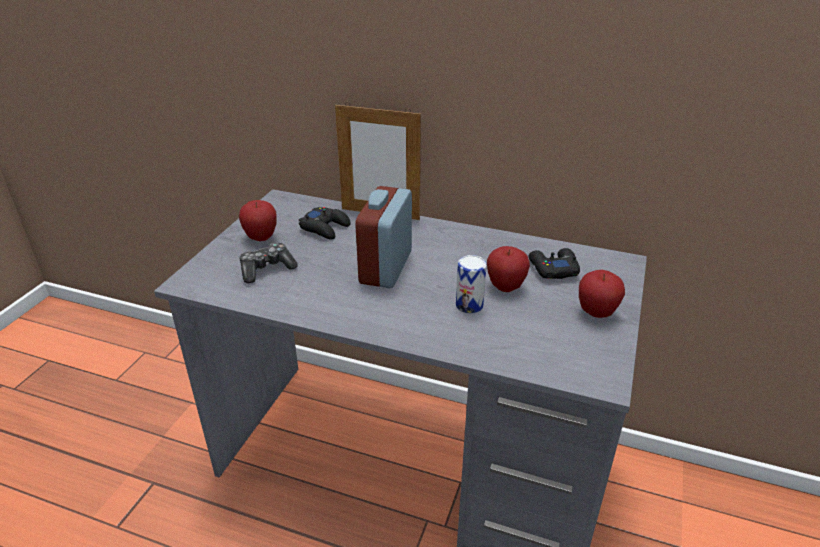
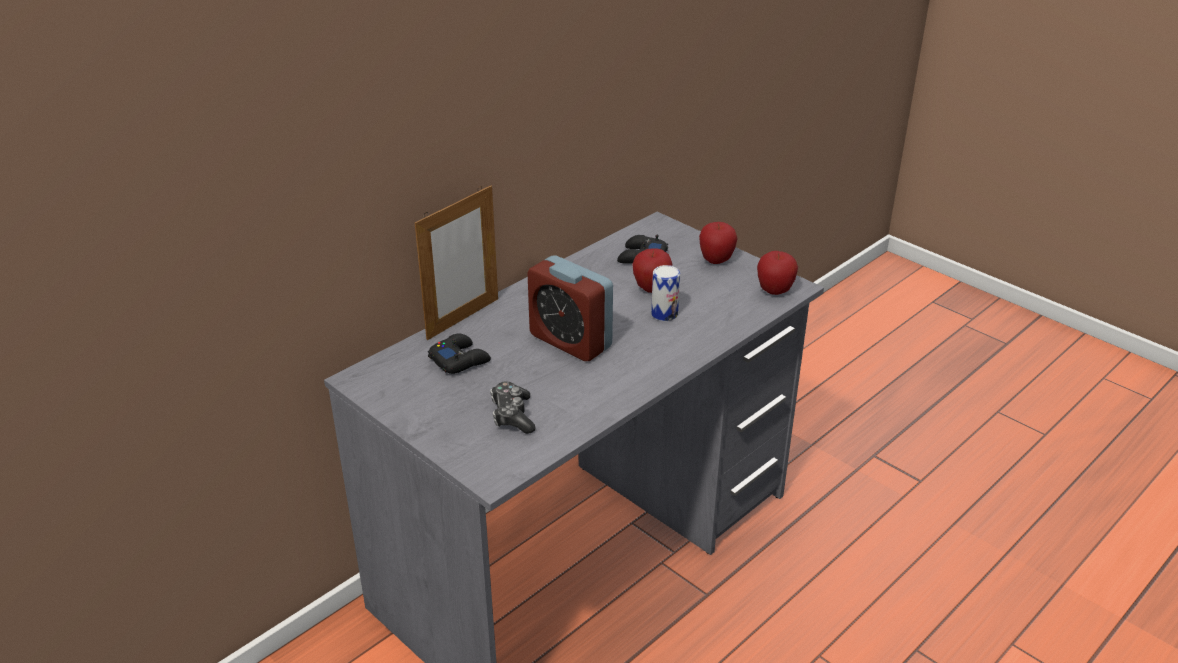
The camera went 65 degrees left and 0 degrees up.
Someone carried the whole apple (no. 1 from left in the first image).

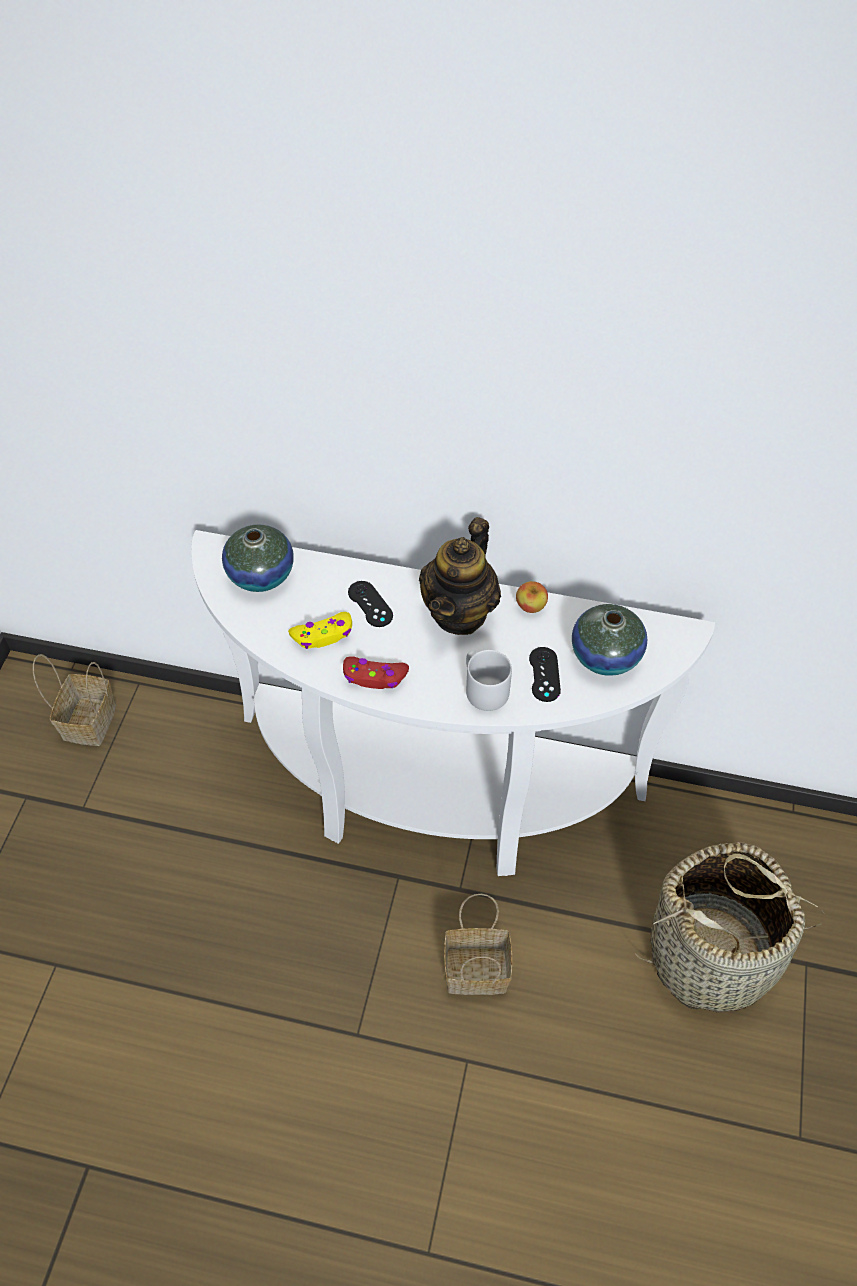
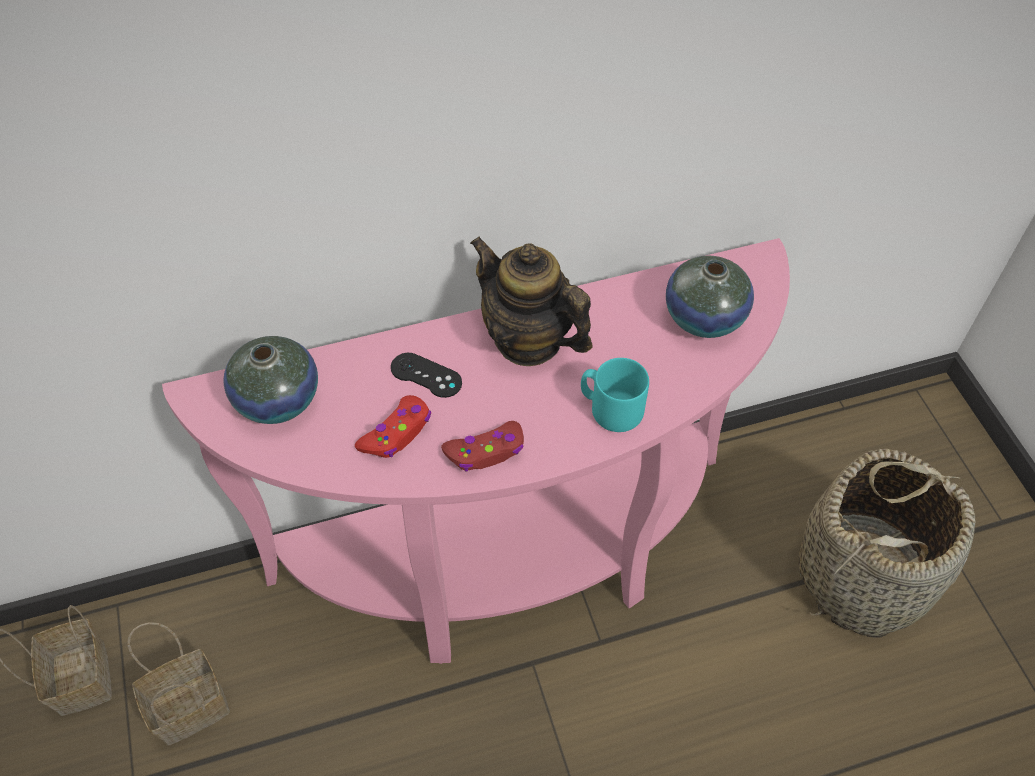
The camera went 30 degrees left and 0 degrees up.
Someone rotated the teapot by 135 degrees clockwise.
Someone repainted the hall table (white-coloured), which became the hall table (pink-coloured).
Someone took away the whole apple.
Someone repainted the joypad (yellowish), which became the joypad (red) (no. 1 from left).
Someone took away the joypad (black-coloured) (no. 2 from left).
Someone repainted the mug (gray), which became the mug (turquoise).
Someone carried the household basket (no. 2 from left).

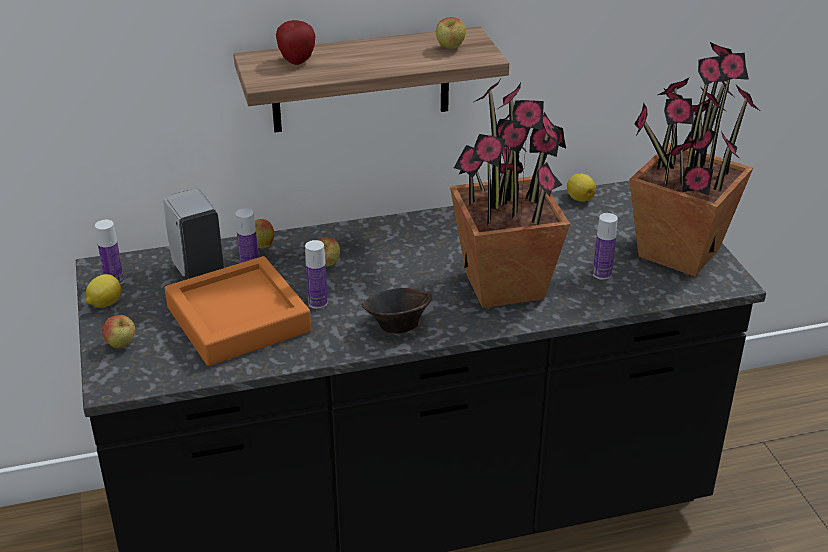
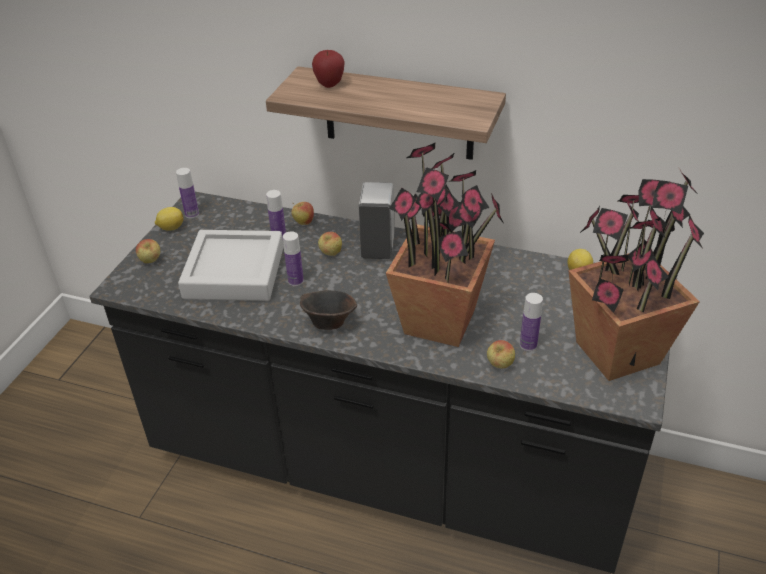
The camera went 35 degrees right and 5 degrees up.
Someone carried the whole apple (no. 5 from left).
Someone carried the soap dispenser (white-coloured).
Someone repainted the carrying tray (orange-coloured), which became the carrying tray (gray).

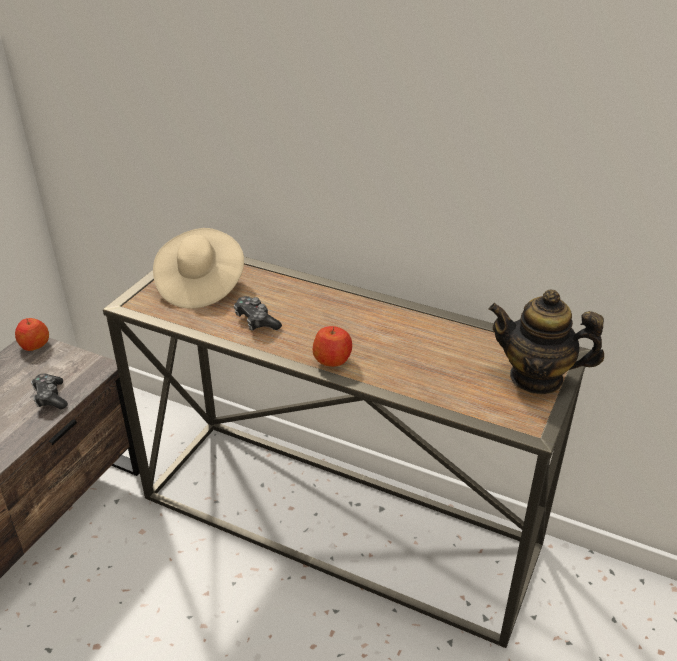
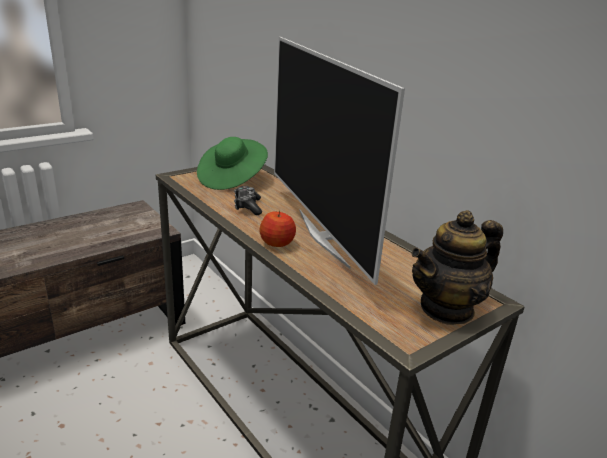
The camera went 25 degrees right and 10 degrees down.
Someone repainted the wearable hat (beige), which became the wearable hat (greenish).
Someone rotated the teapot by 75 degrees counterclockwise.
Someone took away the whole apple (no. 1 from left).
Someone took away the joypad (no. 1 from left).
Someone put down the TV.

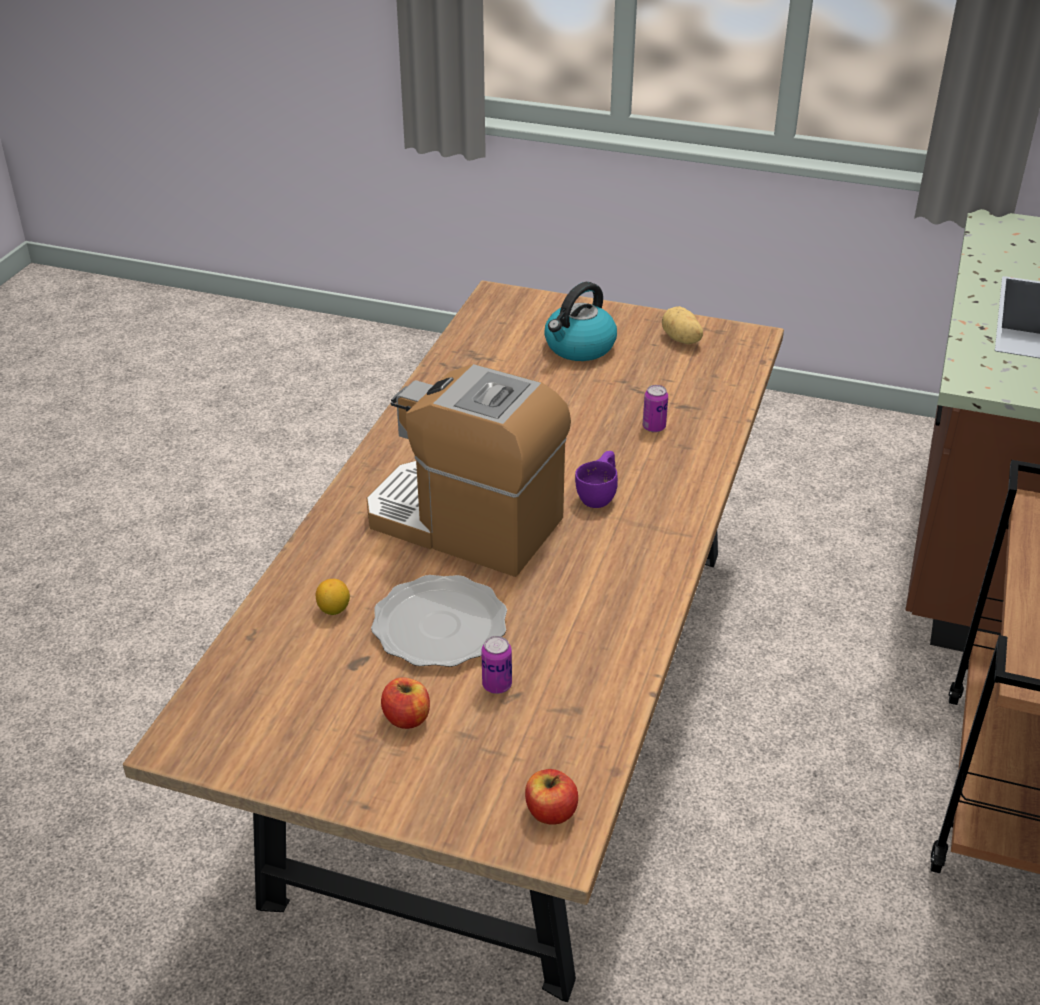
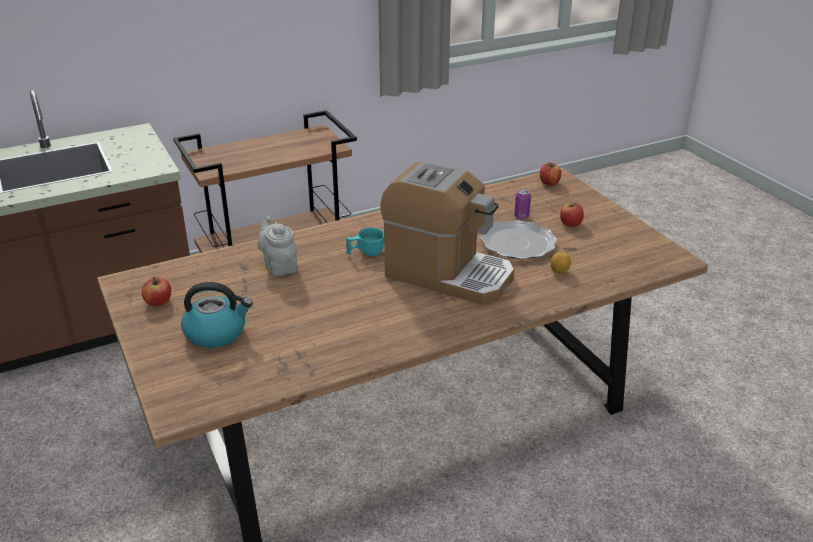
The camera went 135 degrees left and 5 degrees down.
Someone swapped the whole potato for the whole apple (no. 1 from left).
Someone rotated the coffee maker by 45 degrees counterclockwise.
Someone swapped the can (no. 2 from left) for the teapot (gray).
Someone repainted the small cup (purplish), which became the small cup (turquoise).

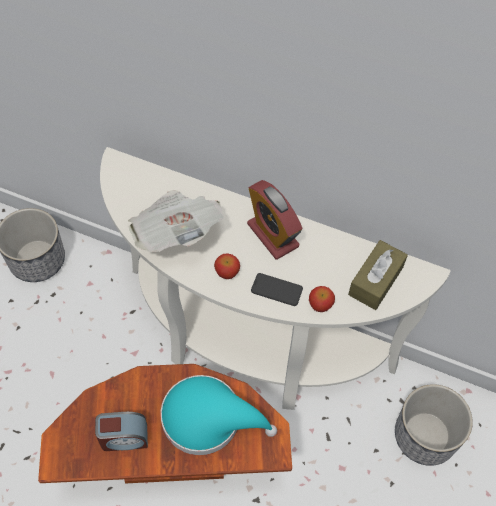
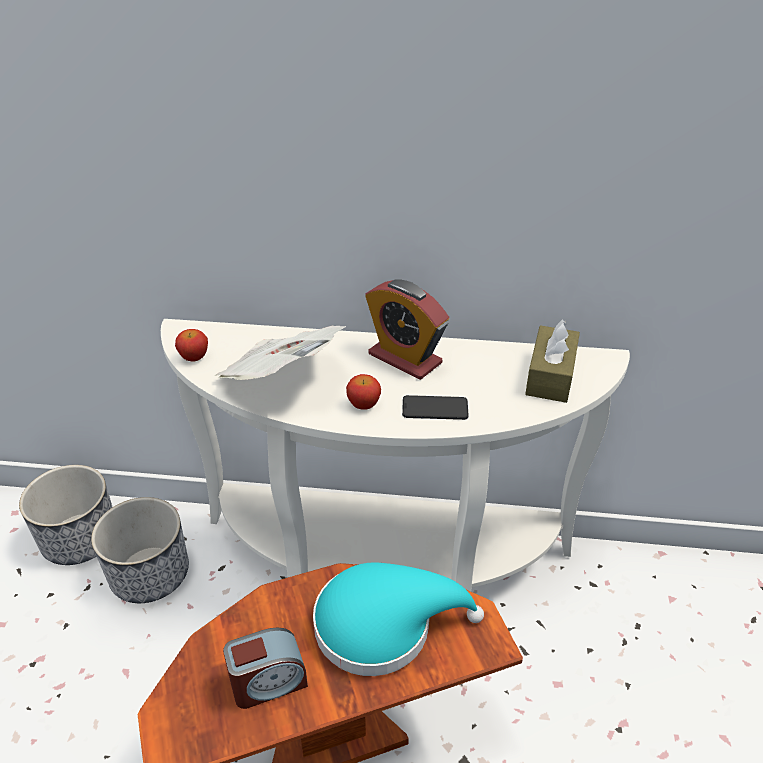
The camera went 15 degrees left and 20 degrees down.
Someone carried the whole apple (no. 2 from left in the first image).
Someone carried the planter (no. 2 from left).

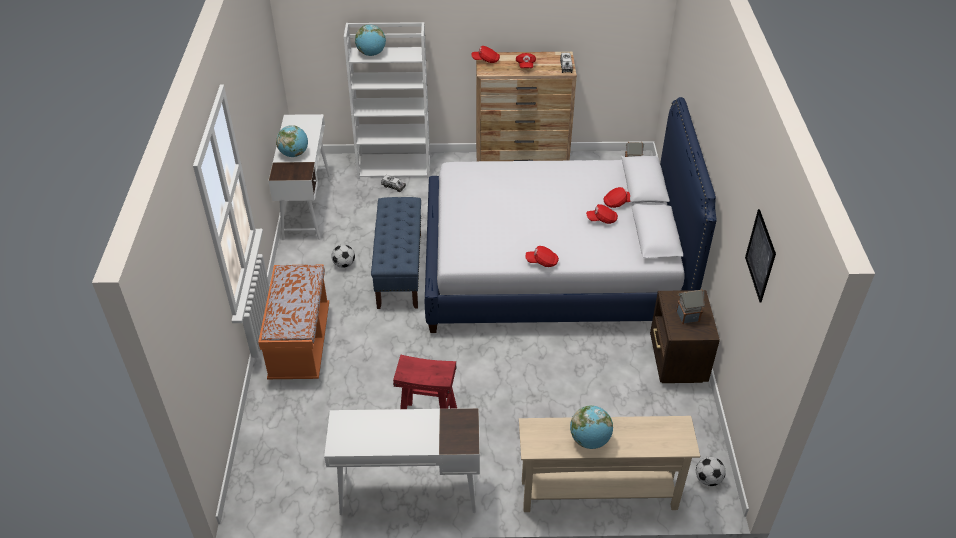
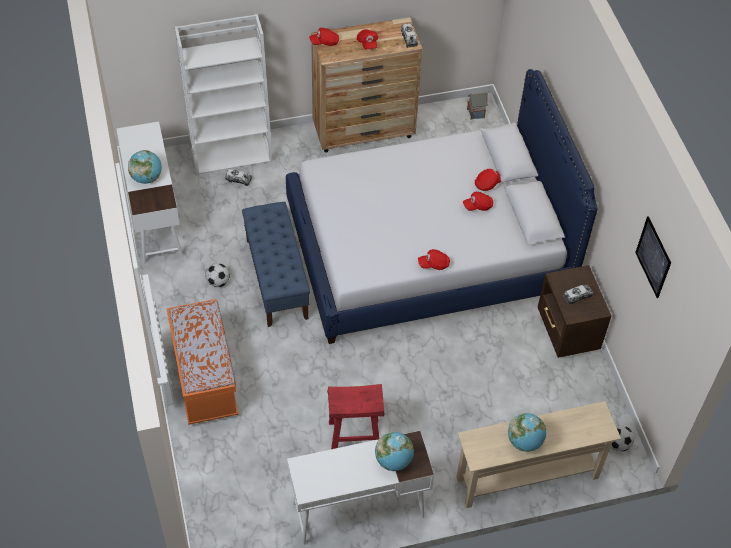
The camera went 15 degrees left and 10 degrees up.
Someone carried the desk globe (no. 2 from left).
Someone swapped the toy house (no. 2 from left) for the model truck (no. 3 from left).

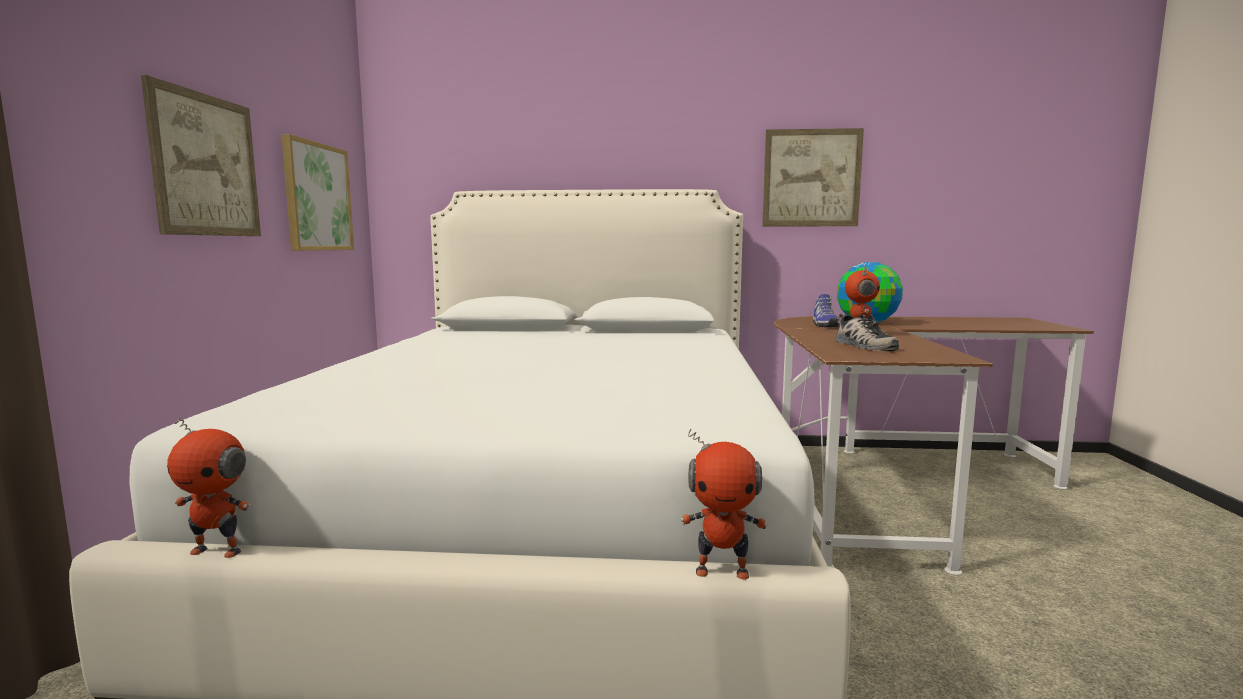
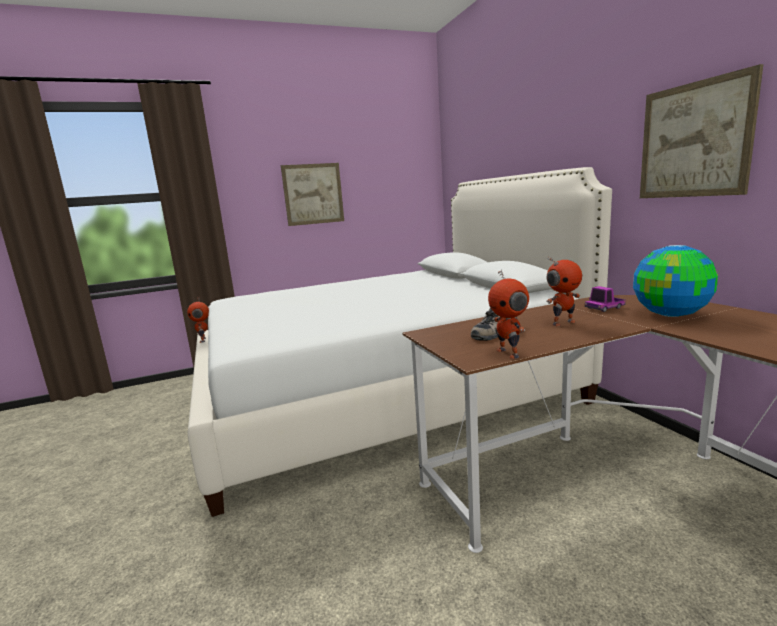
The camera went 65 degrees right and 5 degrees up.
Someone took away the picture (no. 2 from left).
Someone swapped the low shoe (no. 1 from left) for the model truck.
Someone carried the robot figure (no. 2 from left).

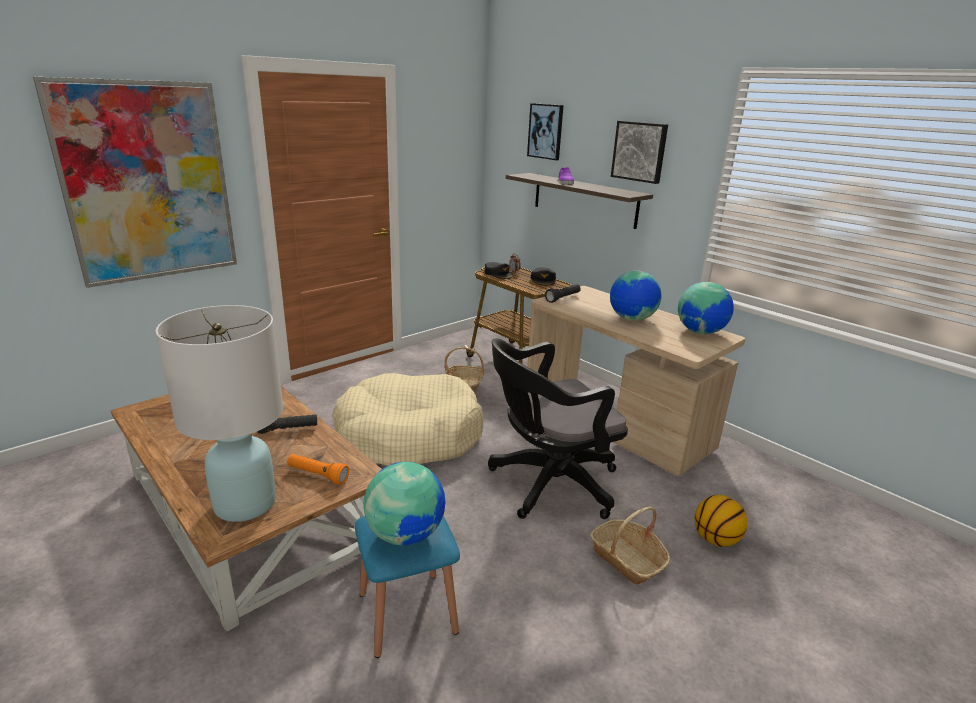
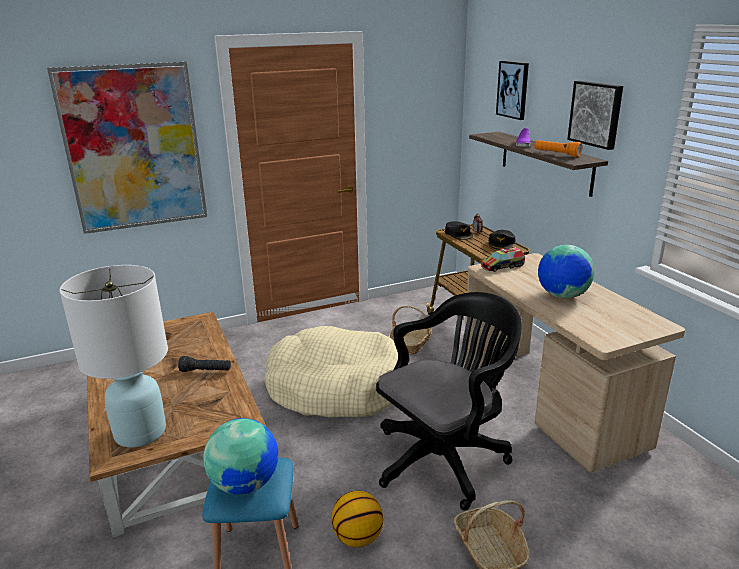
The camera went 20 degrees right and 0 degrees up.
Someone took away the desk globe (no. 3 from left).
Someone swapped the flashlight (black-coloured) (no. 2 from left) for the model truck.
Someone rotated the desk chair (black-coloured) by 150 degrees clockwise.
Someone carried the flashlight (orange-coloured).
Someone carried the basketball.

